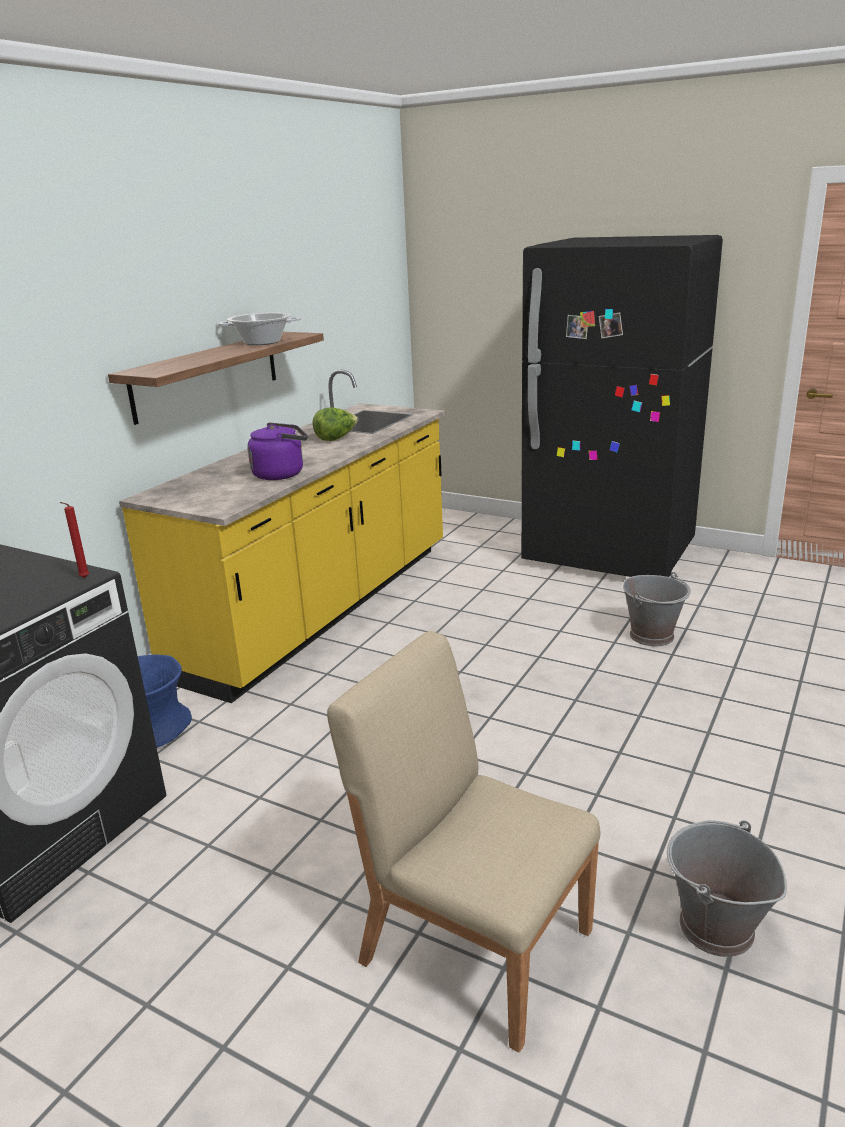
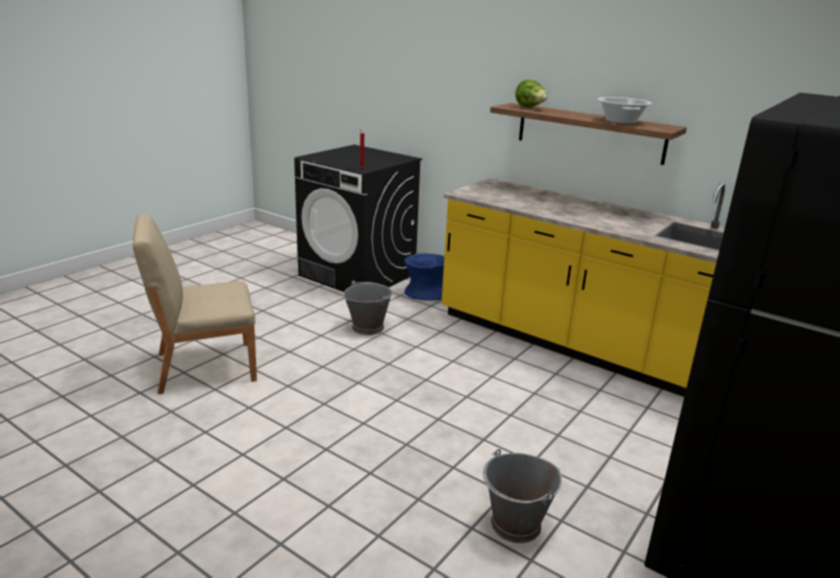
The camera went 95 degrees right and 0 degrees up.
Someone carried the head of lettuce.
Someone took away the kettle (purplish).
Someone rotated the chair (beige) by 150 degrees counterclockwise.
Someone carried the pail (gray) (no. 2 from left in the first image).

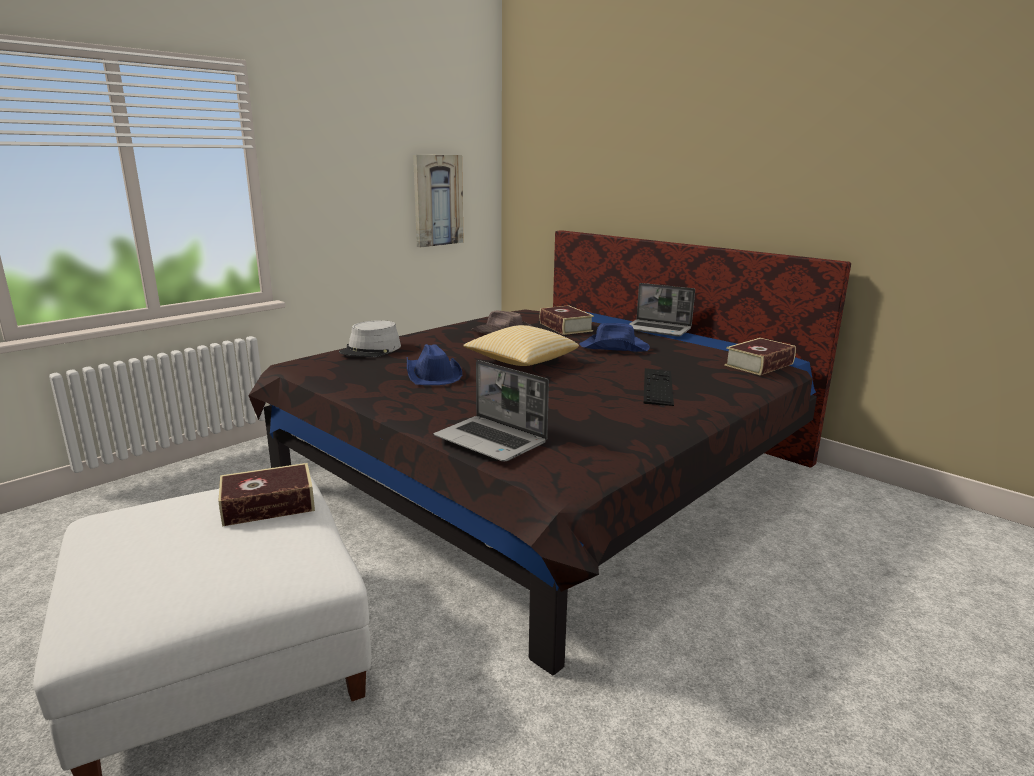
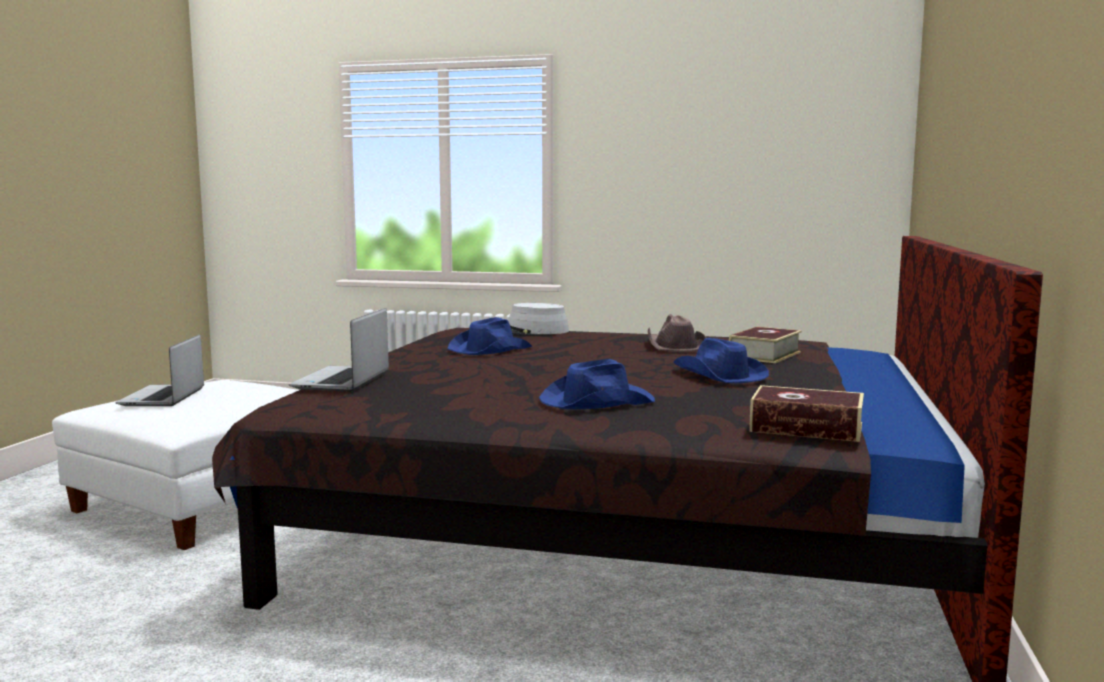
The camera went 60 degrees right and 10 degrees down.
Someone took away the picture.
Someone carried the portable computer (no. 2 from left in the first image).
Someone took away the pillow.
Someone swapped the keyboard for the wearable hat (bluish) (no. 2 from left).
Someone took away the bound book (no. 1 from left).

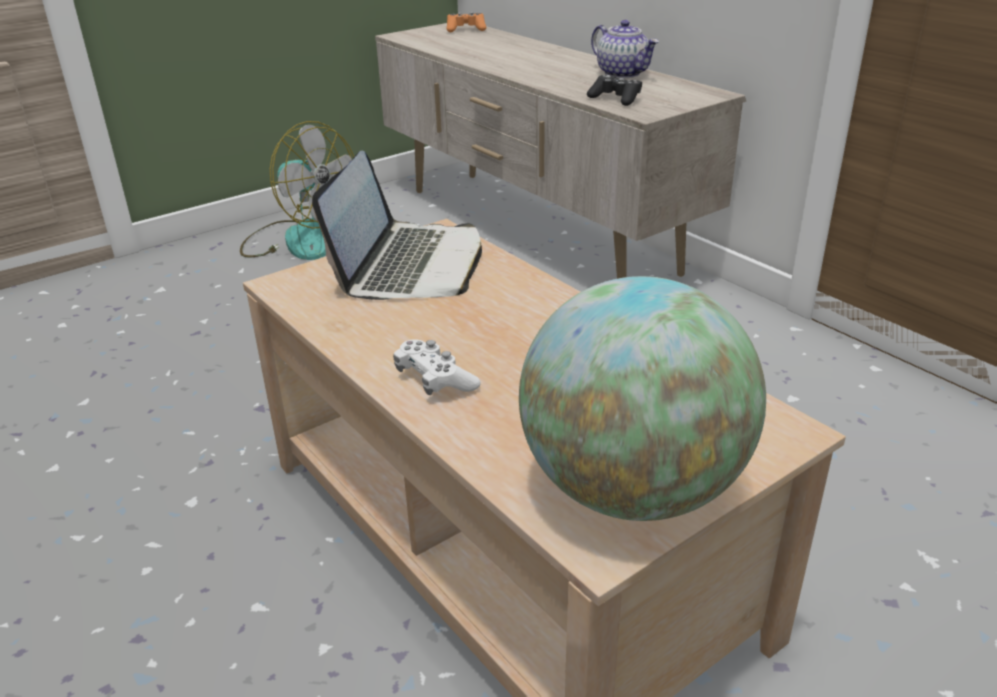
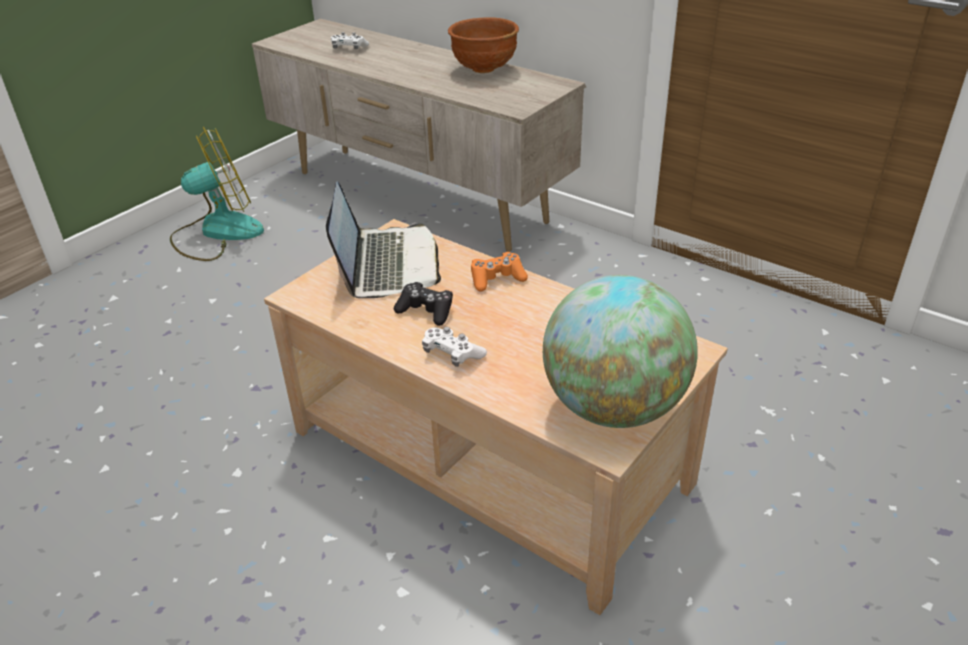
The camera went 15 degrees left and 5 degrees up.
Someone carried the joypad (orange-coloured).
Someone swapped the teapot for the bowl (brownish).
Someone carried the joypad (black-coloured).
Someone rotated the electric fan by 45 degrees counterclockwise.
Someone put down the joypad (white-coloured) (no. 1 from left).

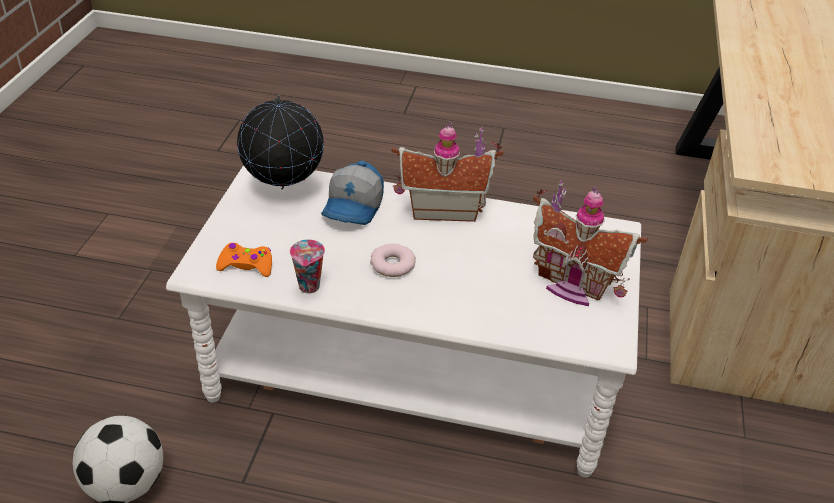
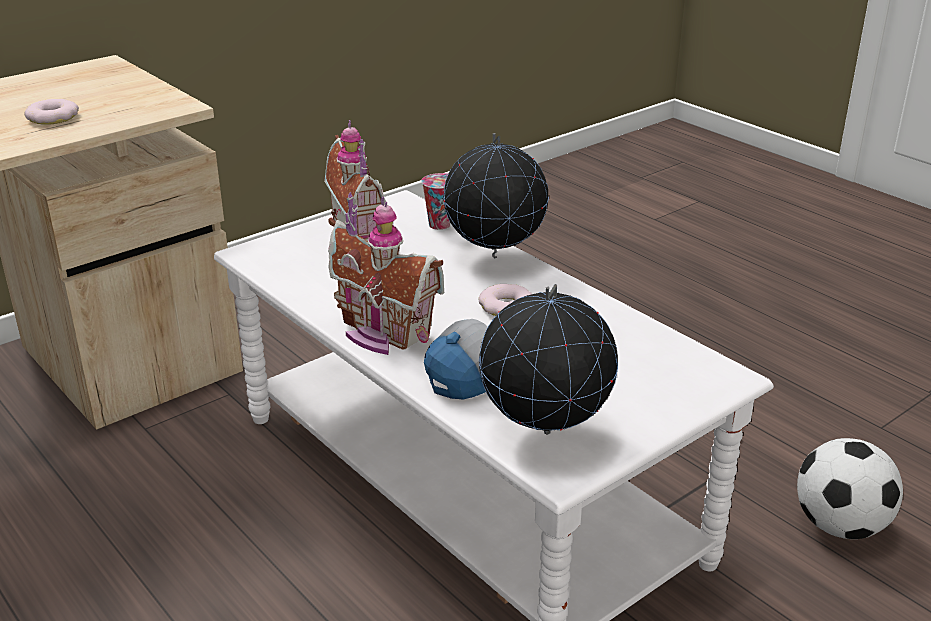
The camera went 140 degrees left and 10 degrees down.
Someone carried the small cup.
Someone took away the joypad (orange-coloured).
Someone put down the donut (no. 1 from left).
Someone put down the desk globe (no. 1 from left).

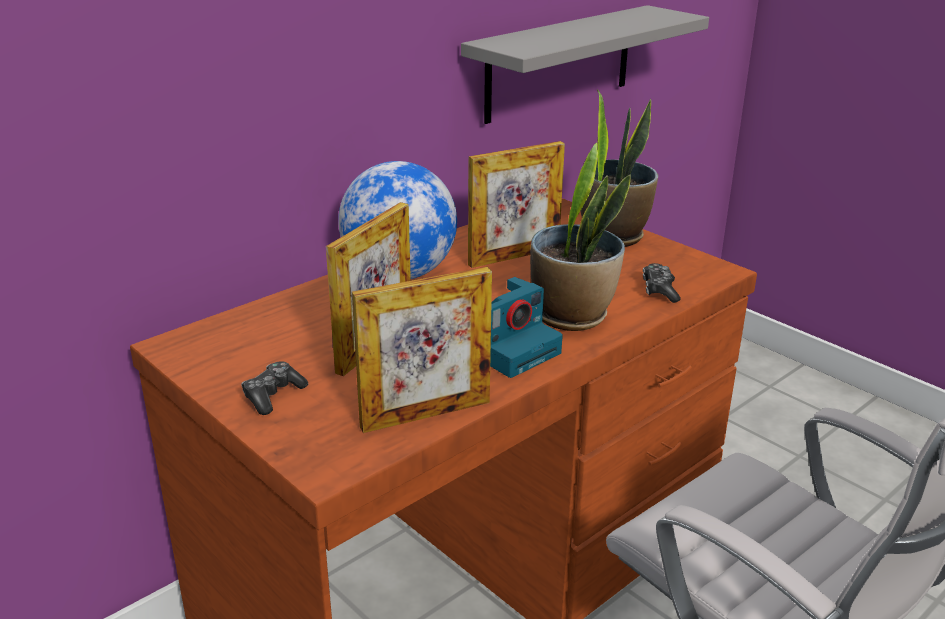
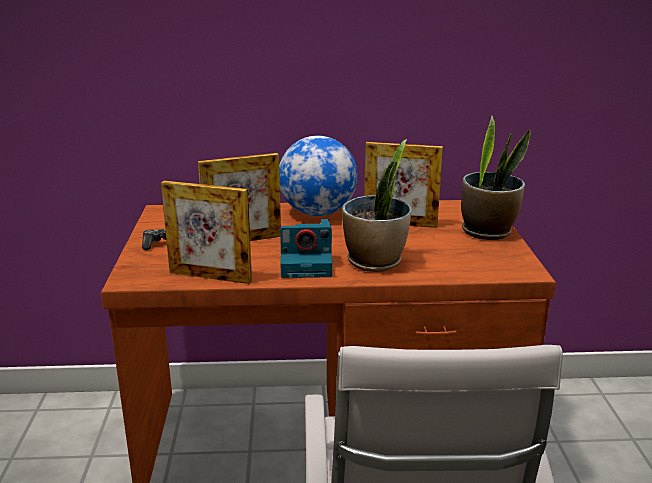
The camera went 40 degrees right and 5 degrees down.
Someone took away the wall shelf (gray).
Someone took away the joypad (no. 2 from left).

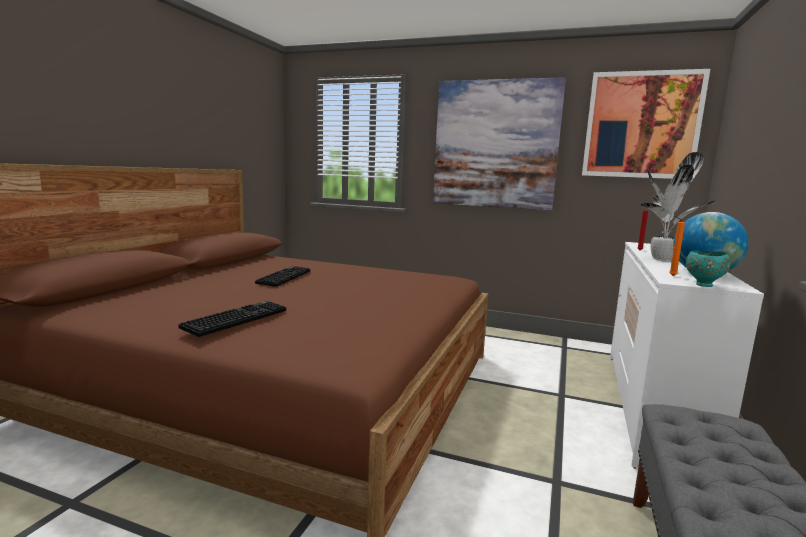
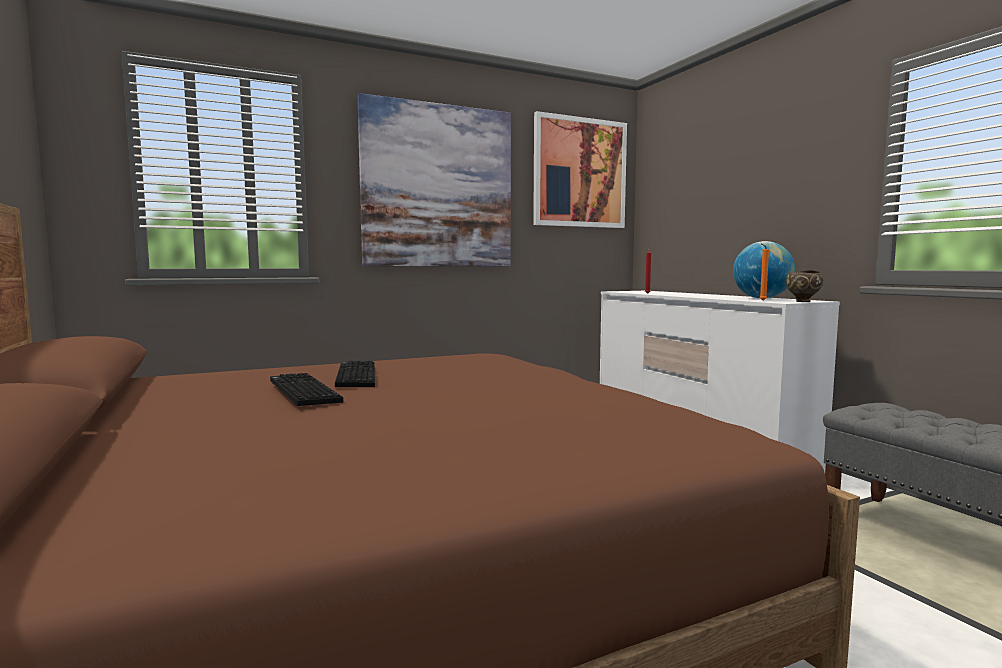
The camera went 45 degrees left and 5 degrees down.
Someone took away the plant in a pot.
Someone repainted the bowl (turquoise), which became the bowl (brownish).
Someone carried the keyboard (no. 1 from left in the first image).

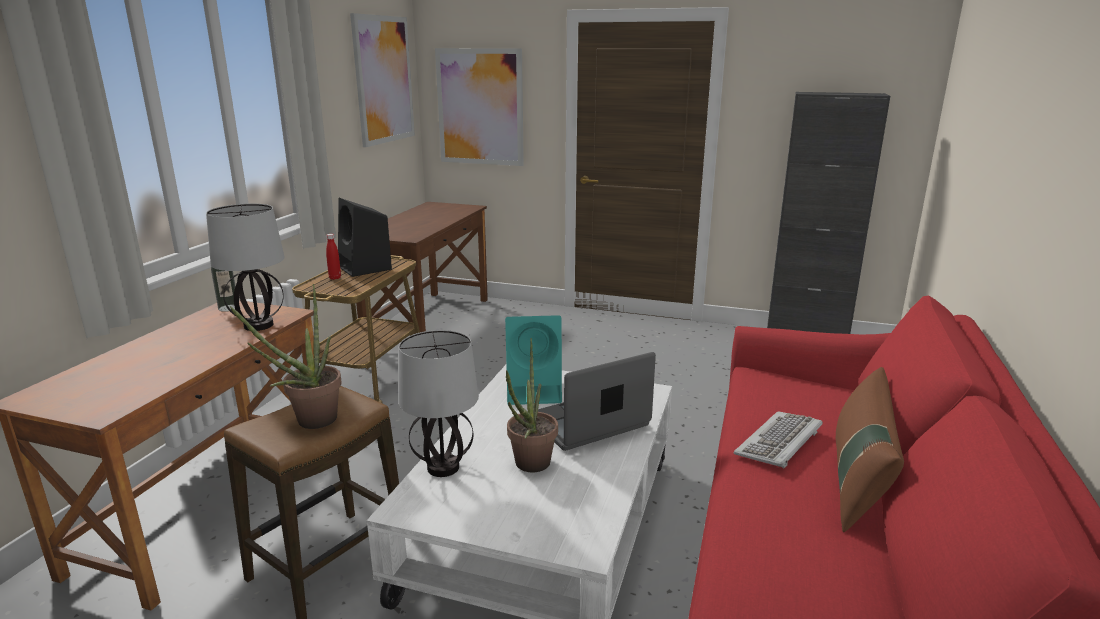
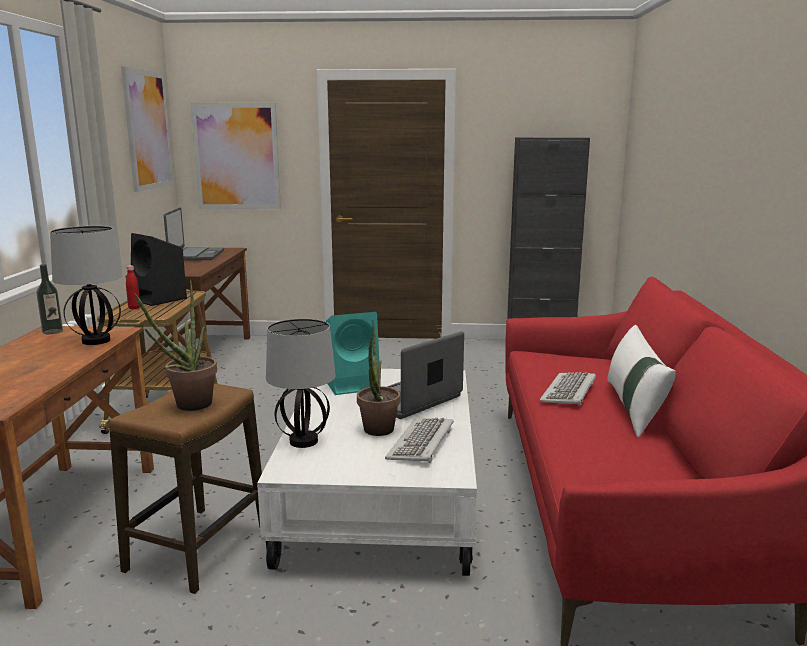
The camera went 15 degrees left and 5 degrees down.
Someone repainted the pillow (brownish), which became the pillow (white-coloured).
Someone put down the portable computer (no. 1 from left).
Someone put down the keyboard (no. 1 from left).

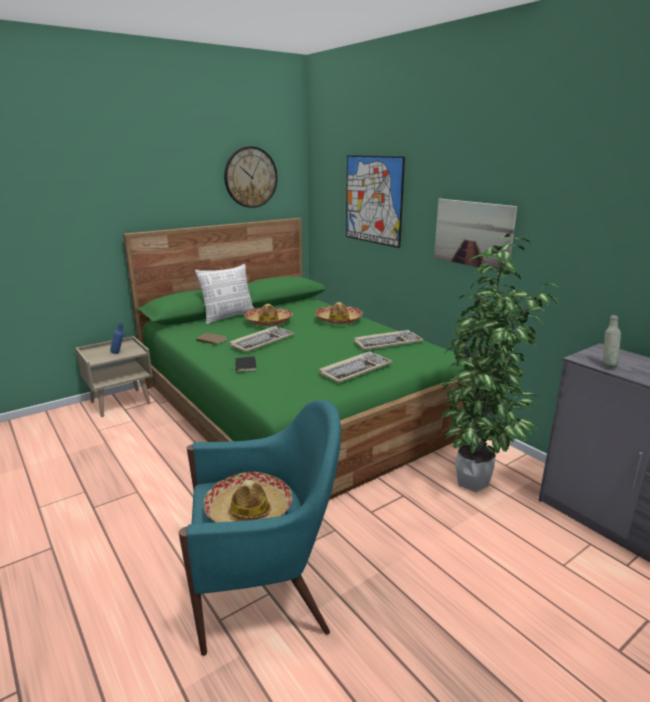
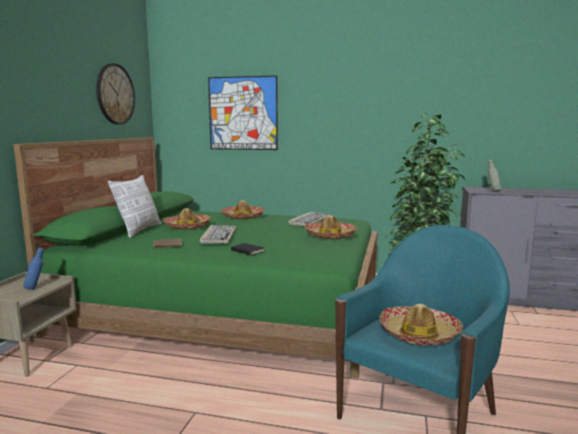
The camera went 40 degrees left and 10 degrees down.
Someone took away the picture (no. 2 from left).
Someone swapped the keyboard (no. 2 from left) for the wearable hat (no. 3 from left).

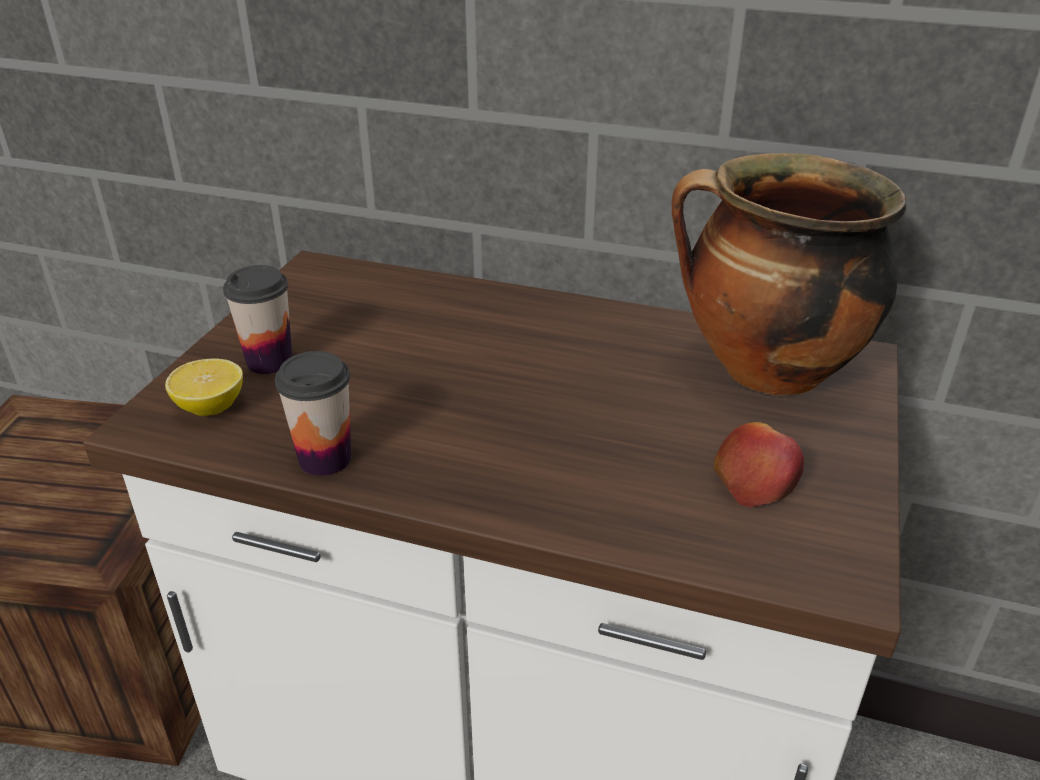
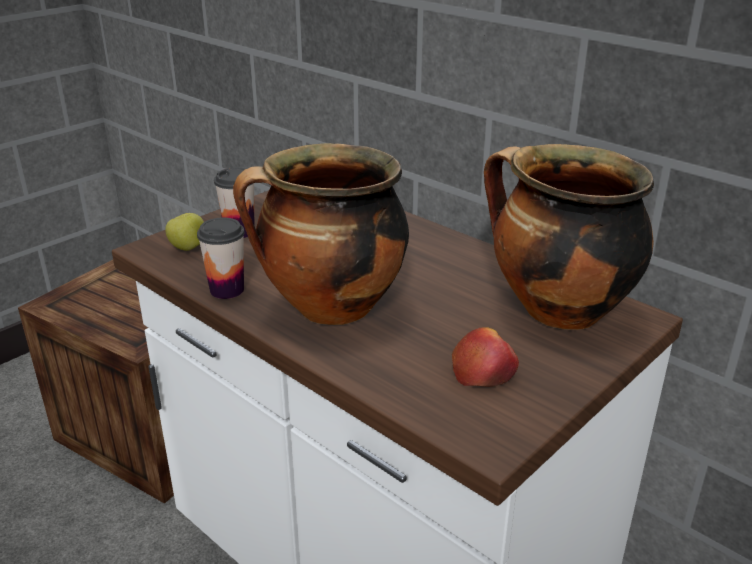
The camera went 25 degrees right and 5 degrees down.
Someone swapped the lemon for the whole apple (no. 1 from left).
Someone put down the cooking pot (no. 1 from left).

